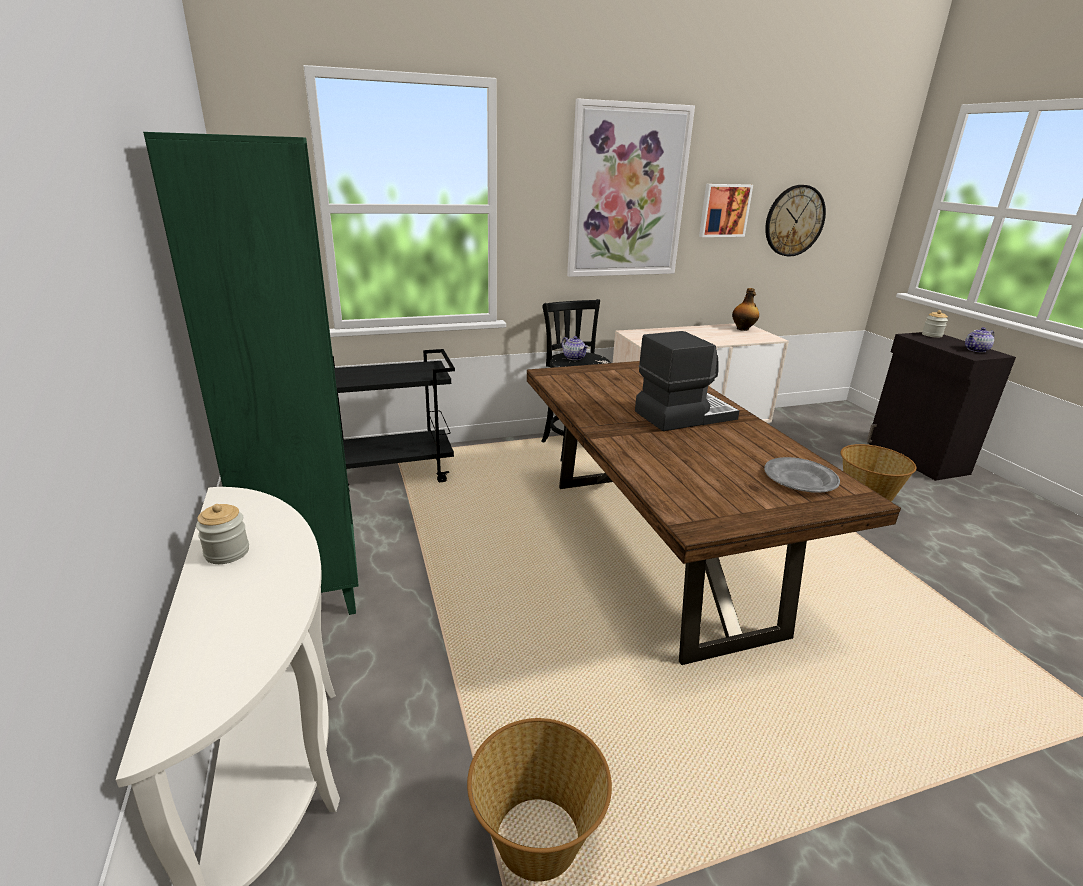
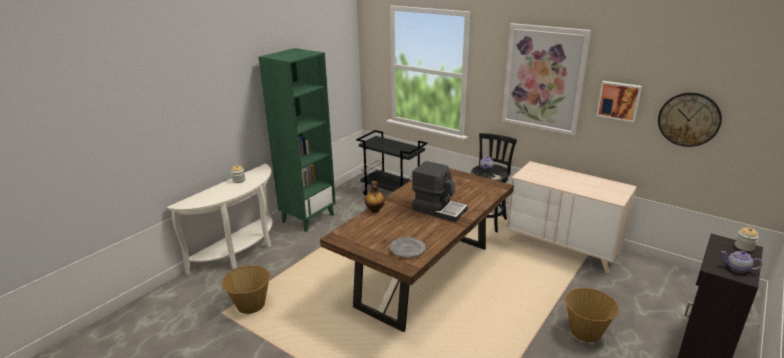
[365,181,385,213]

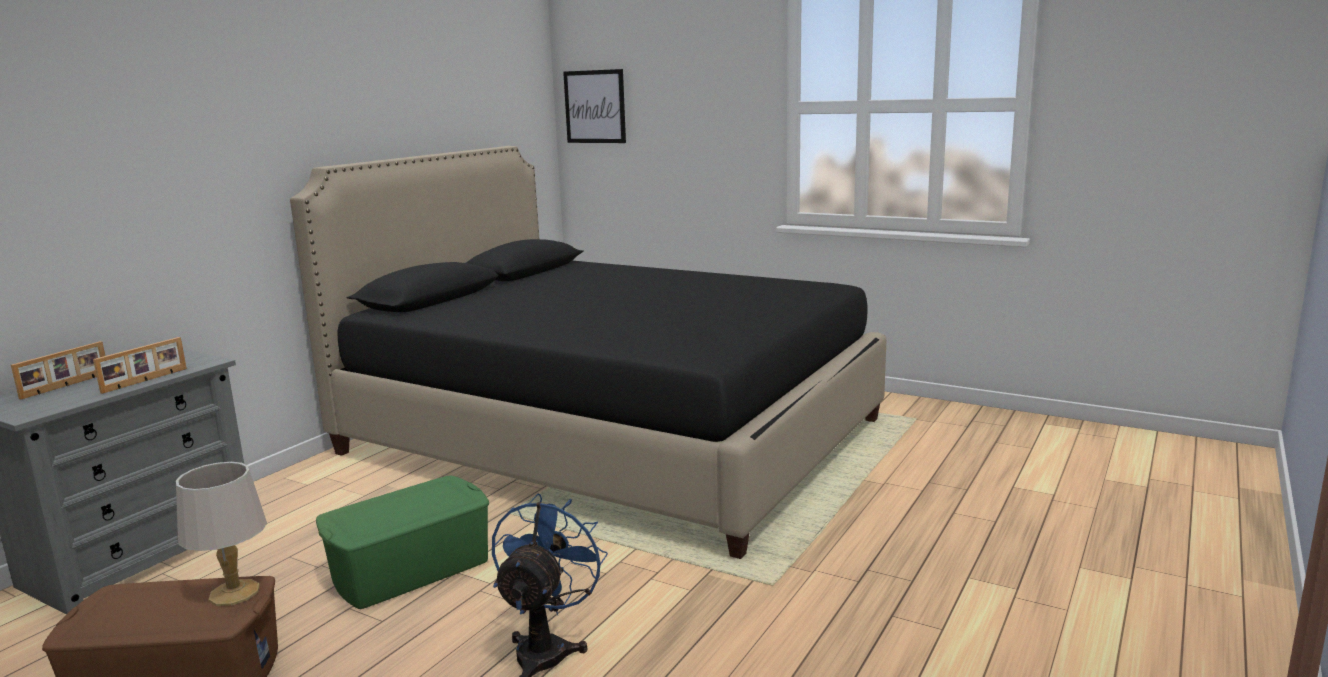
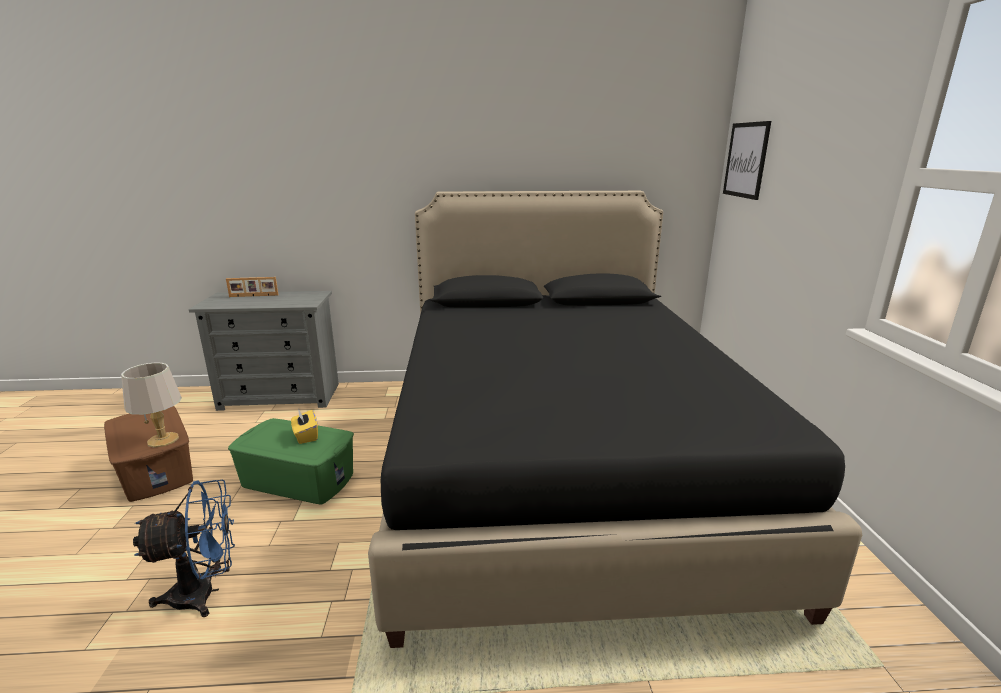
[93,337,187,394] (first image)
[291,408,318,444]

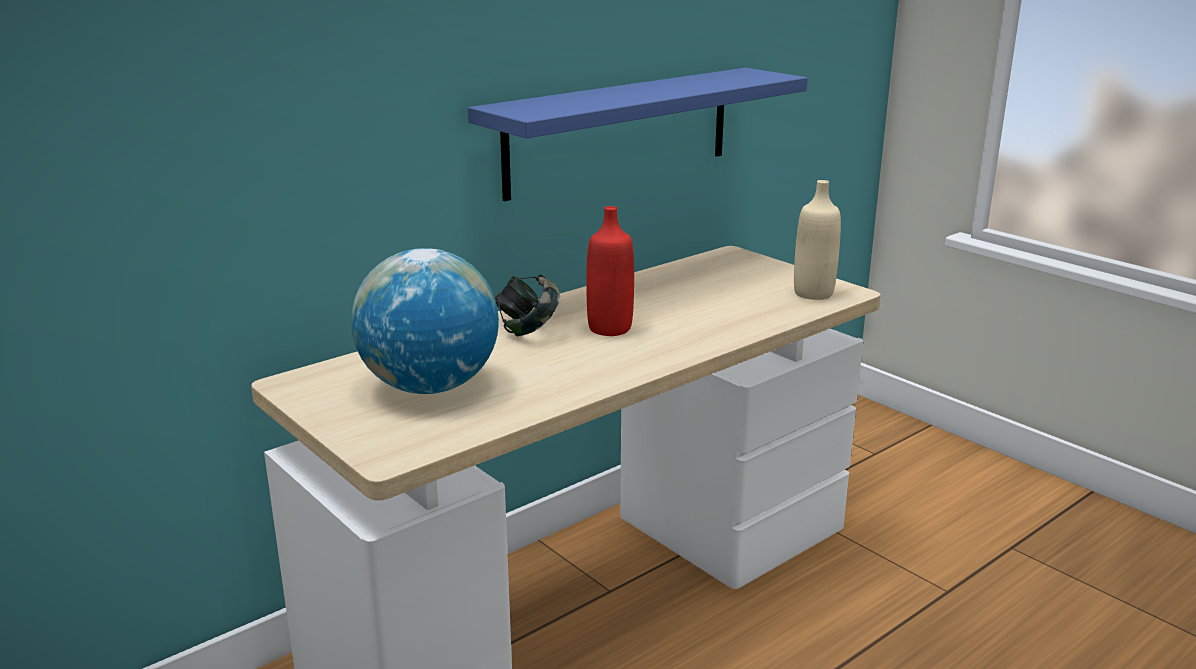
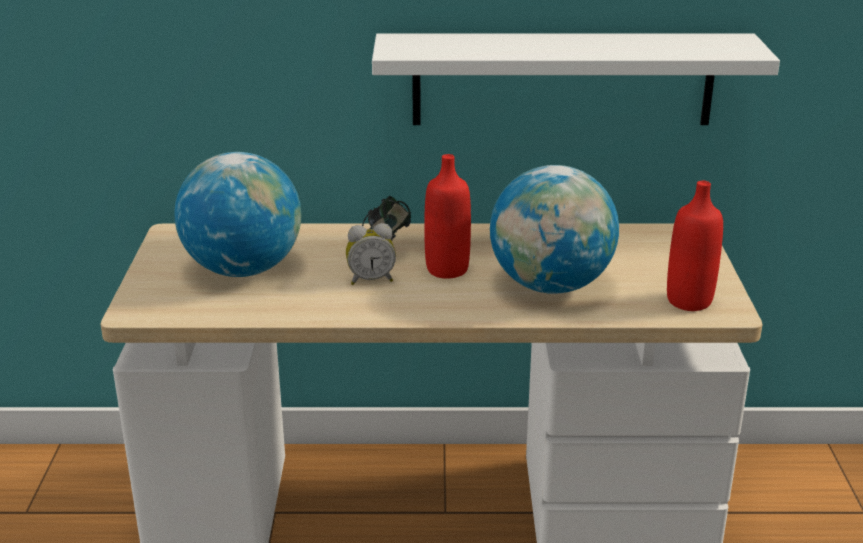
[372,33,780,125]
[667,181,723,311]
[346,223,396,285]
[490,165,619,294]

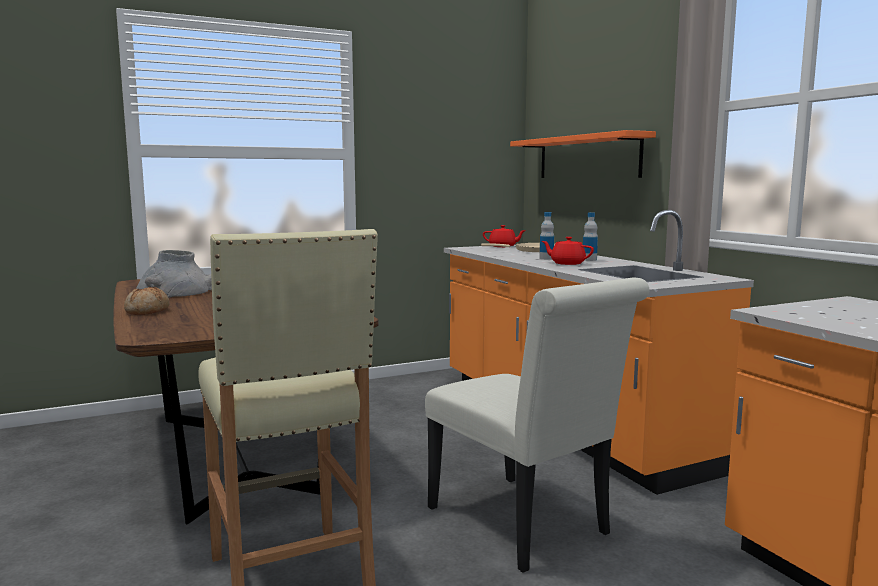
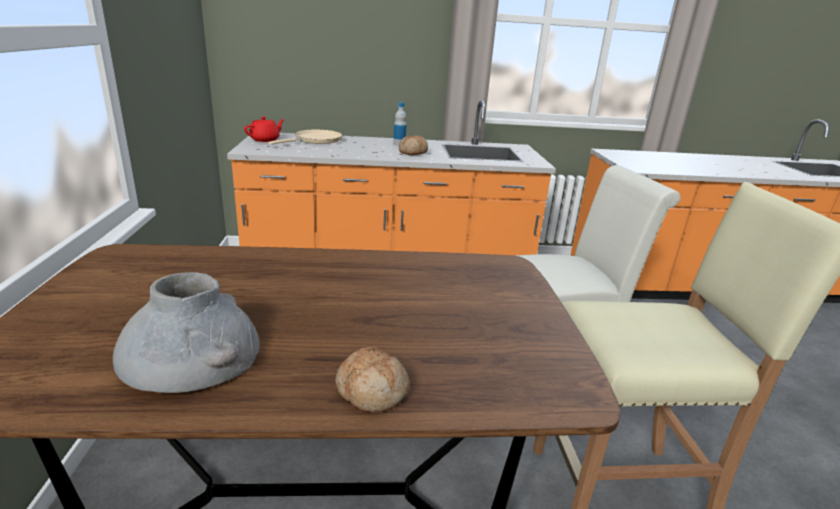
[510,130,656,178] (first image)
[539,212,554,260] (first image)
[399,135,428,155]

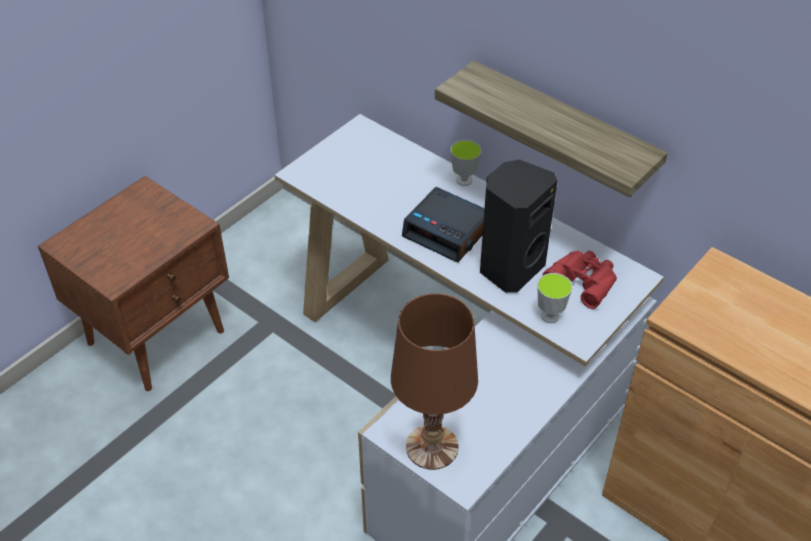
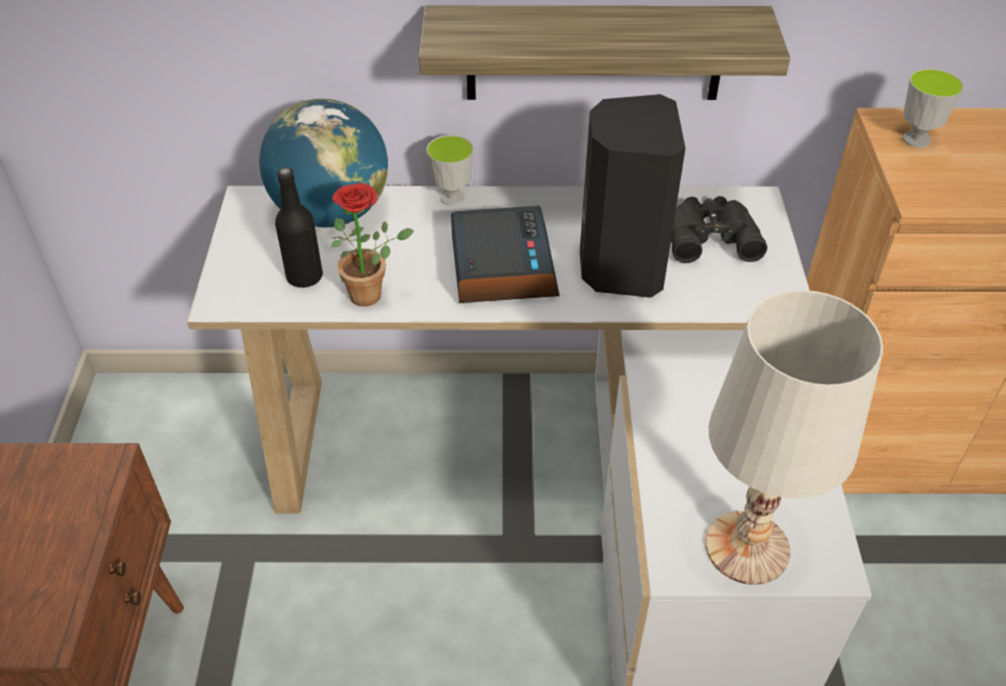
[706,290,883,585]
[451,206,560,303]
[903,68,964,148]
[671,196,767,263]
[259,99,388,228]
[275,167,323,288]
[331,183,414,306]

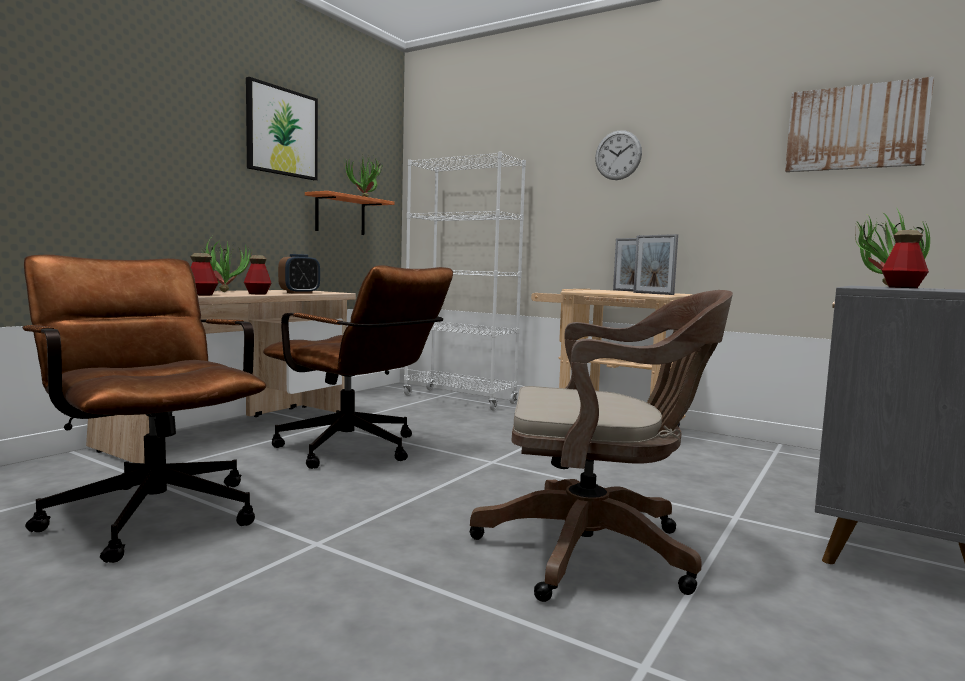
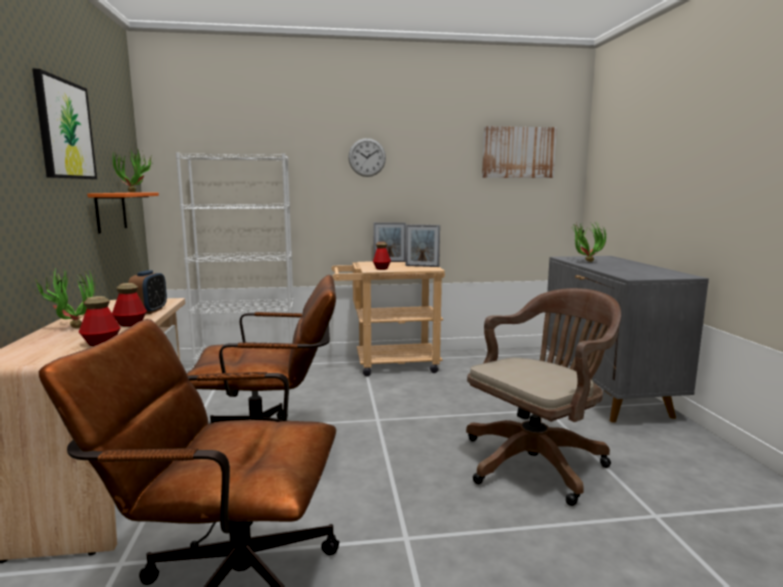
[373,242,391,270]

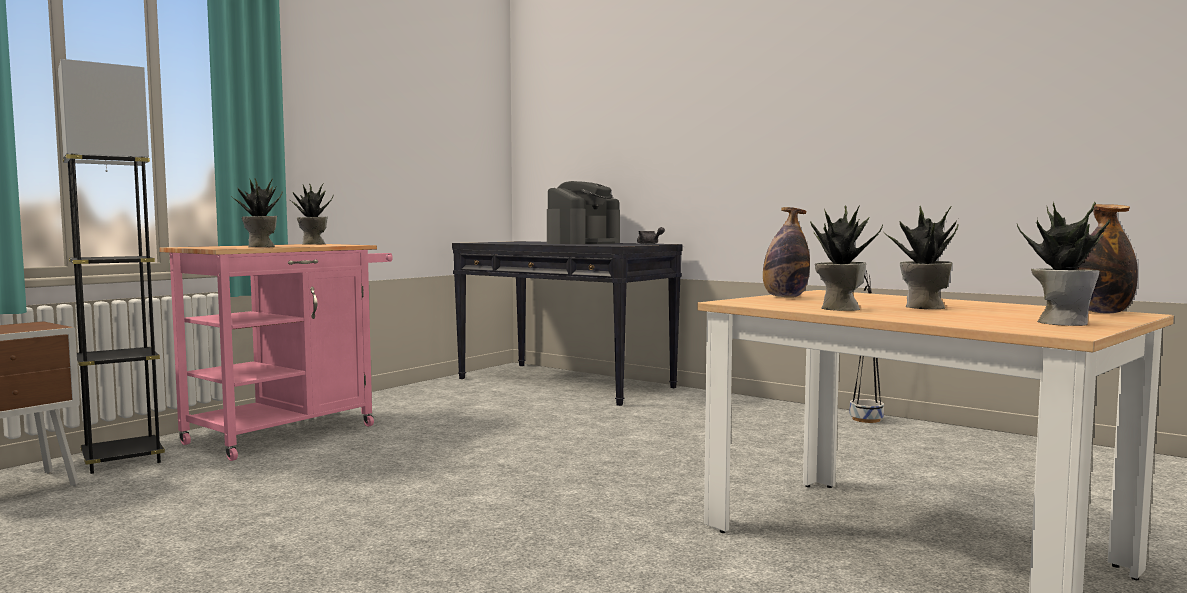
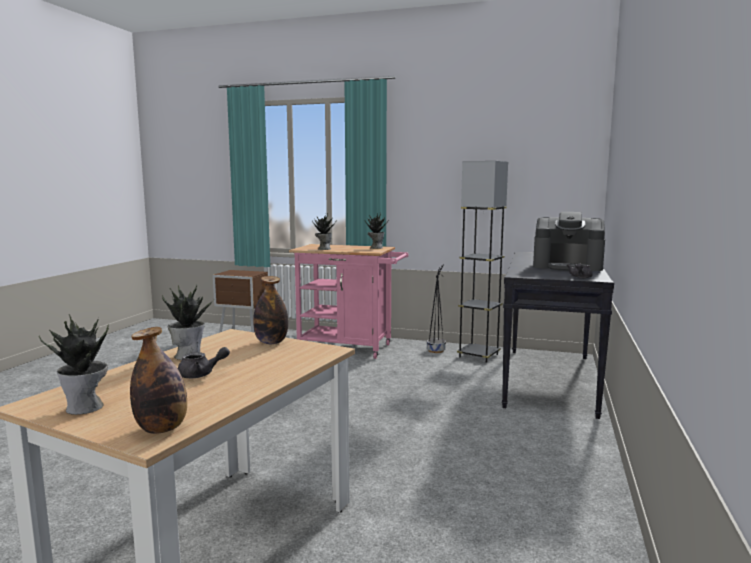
[457,161,508,363]
[427,265,446,353]
[178,347,230,378]

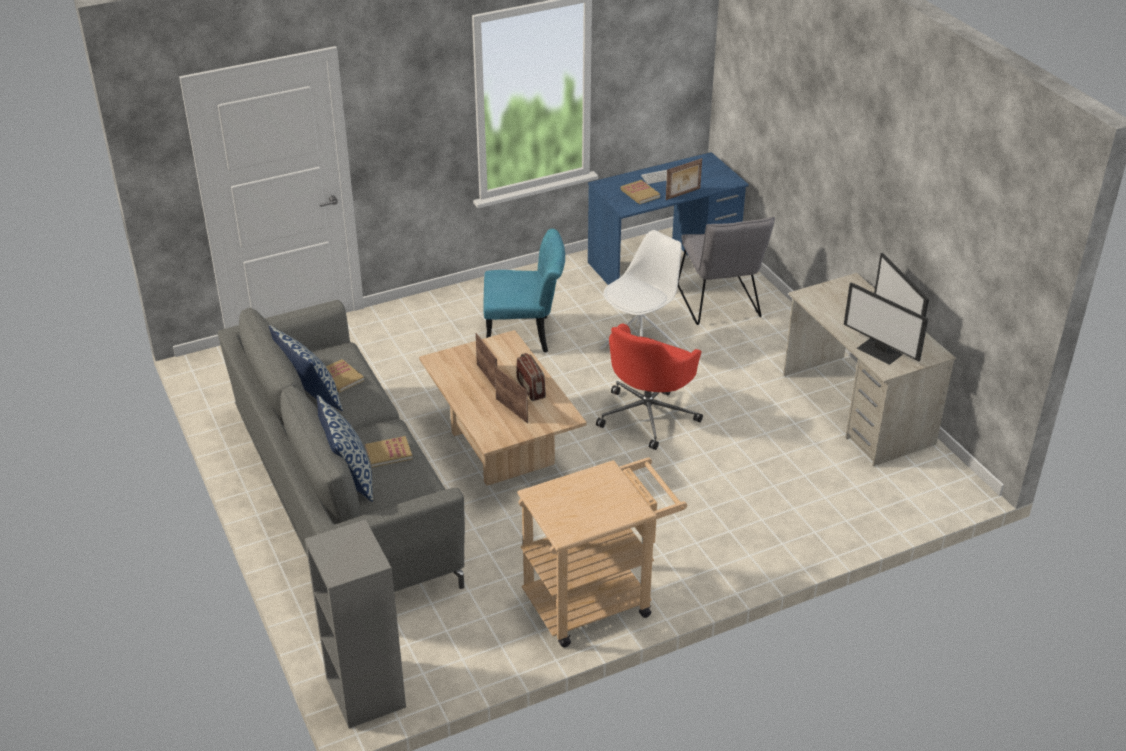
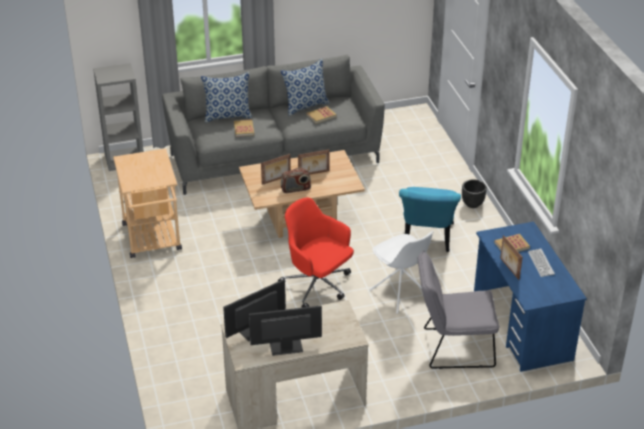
[462,179,487,208]

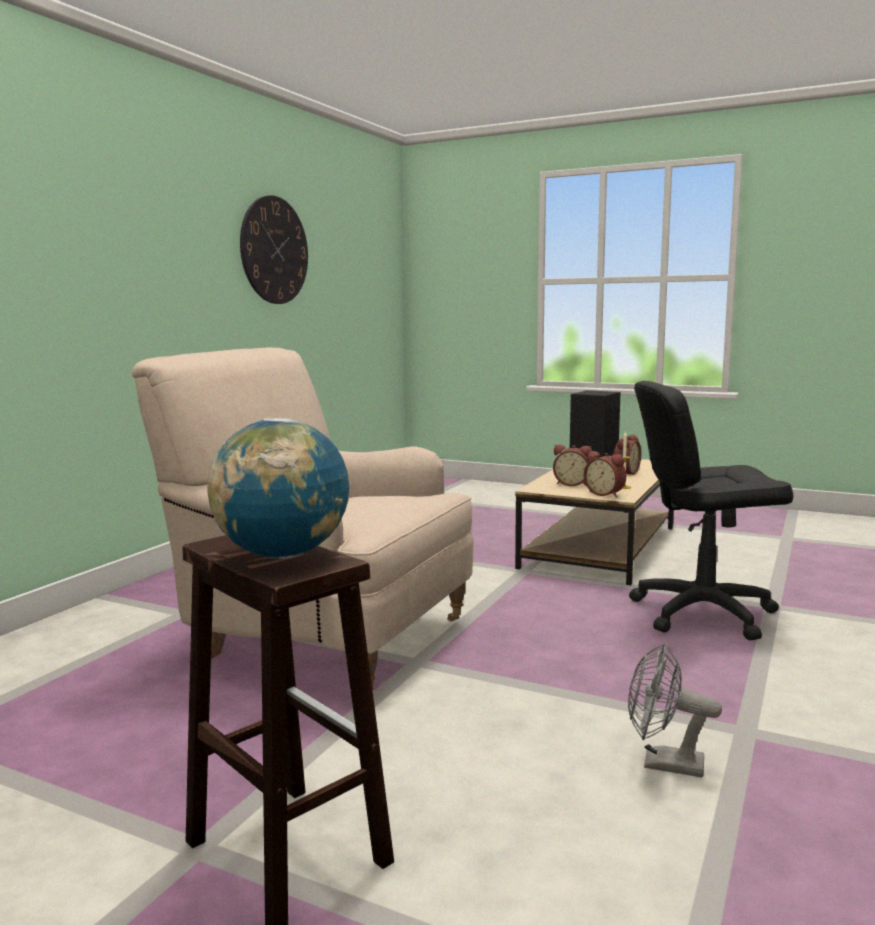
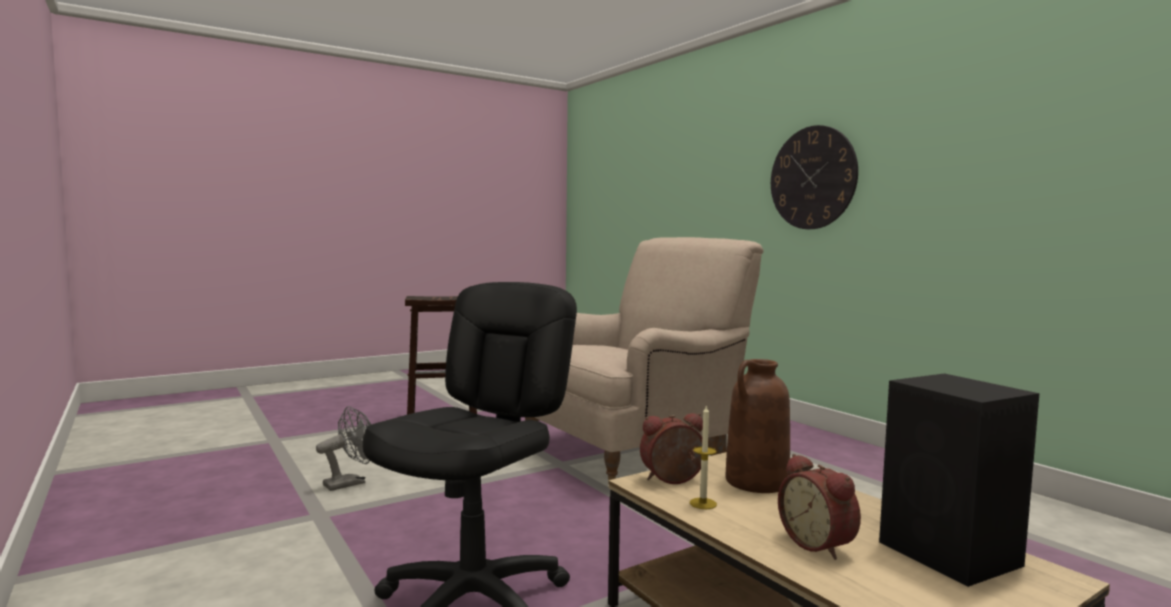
[207,418,349,559] (first image)
[771,125,858,229]
[726,359,790,493]

